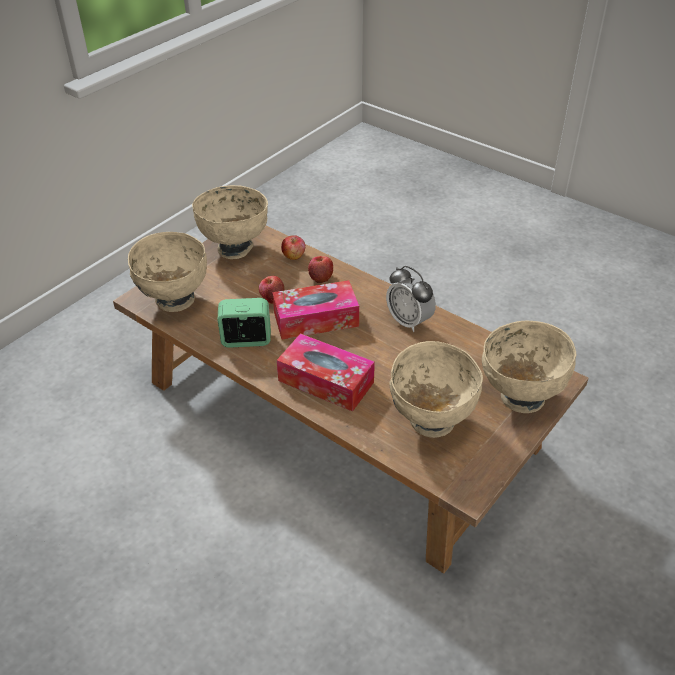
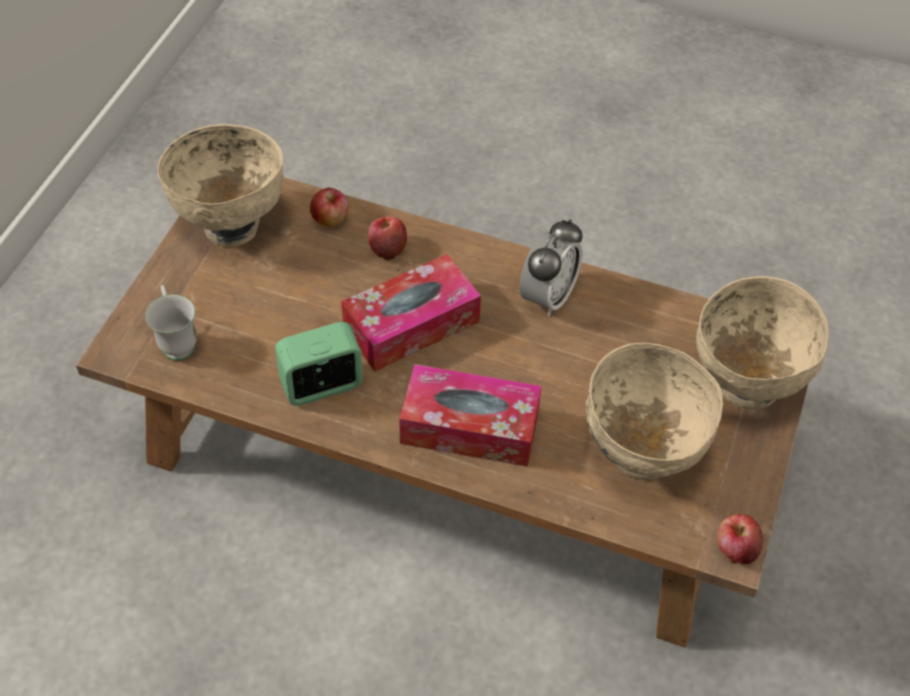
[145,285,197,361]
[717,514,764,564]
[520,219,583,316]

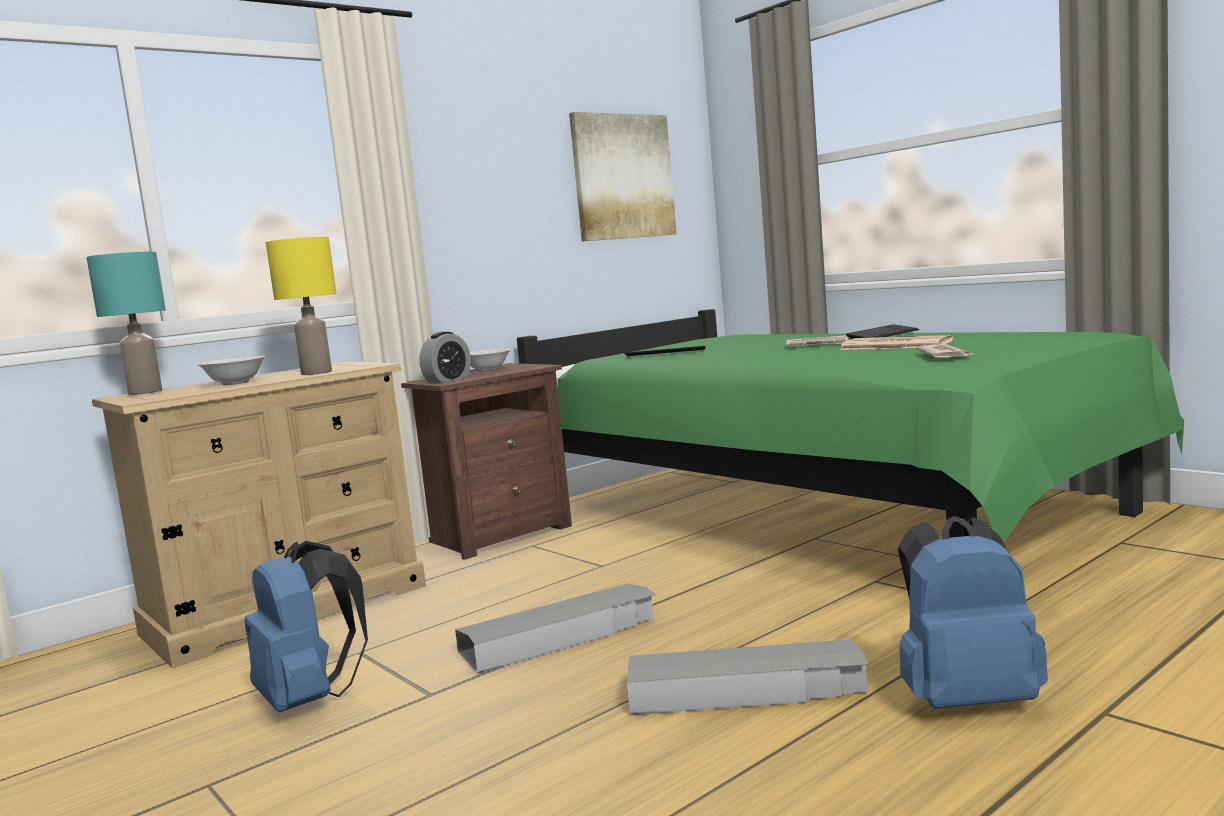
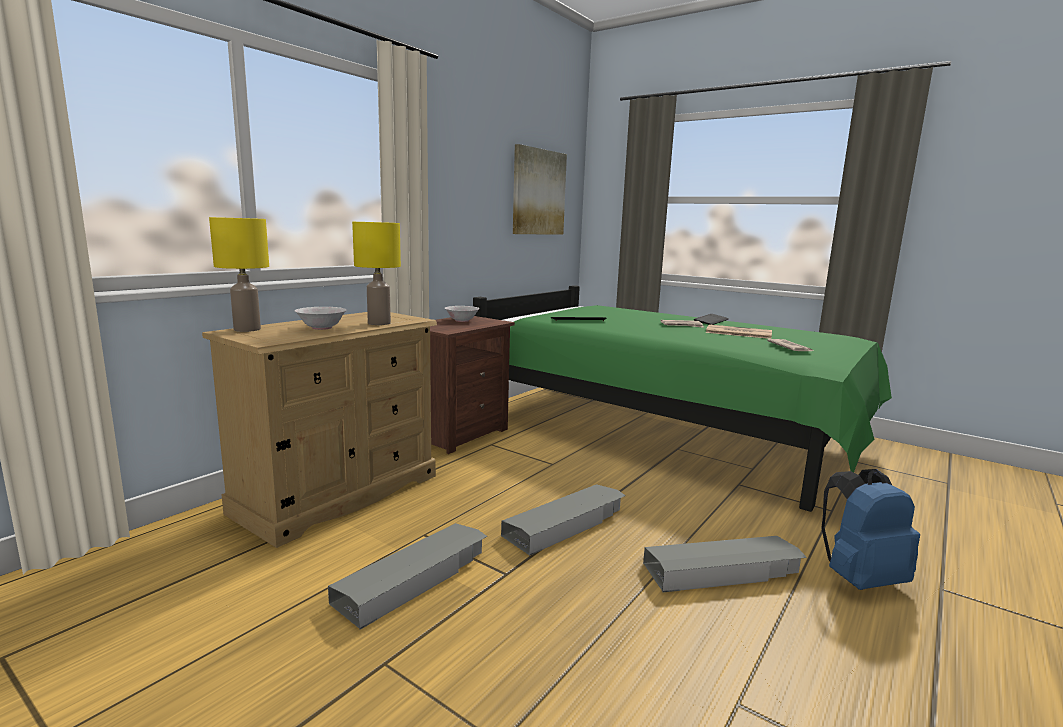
[209,217,269,332]
[328,523,487,630]
[419,332,471,383] (first image)

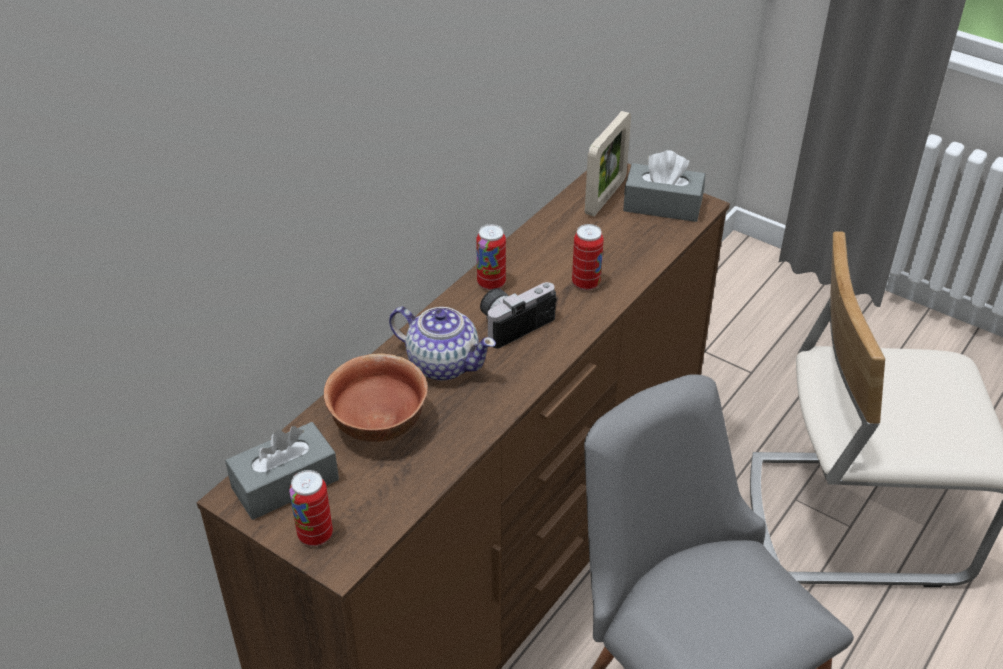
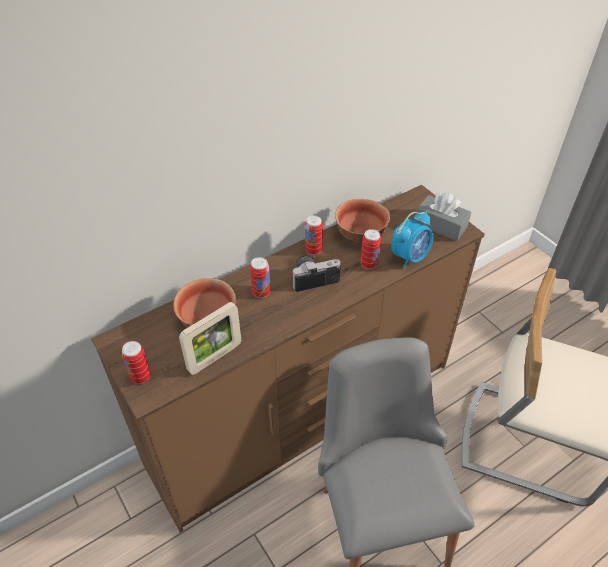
[225,422,339,520] (first image)
[250,257,271,298]
[179,302,241,375]
[335,199,390,242]
[391,211,433,269]

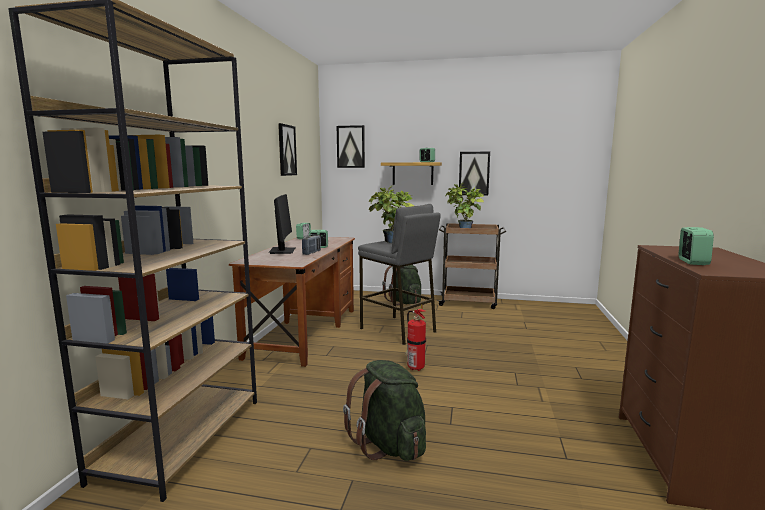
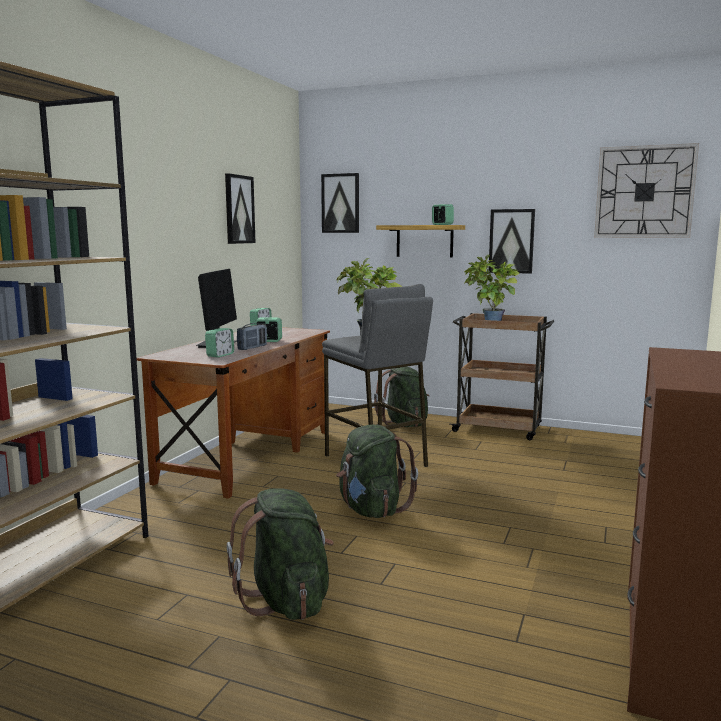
[336,425,418,518]
[205,328,234,358]
[594,143,699,238]

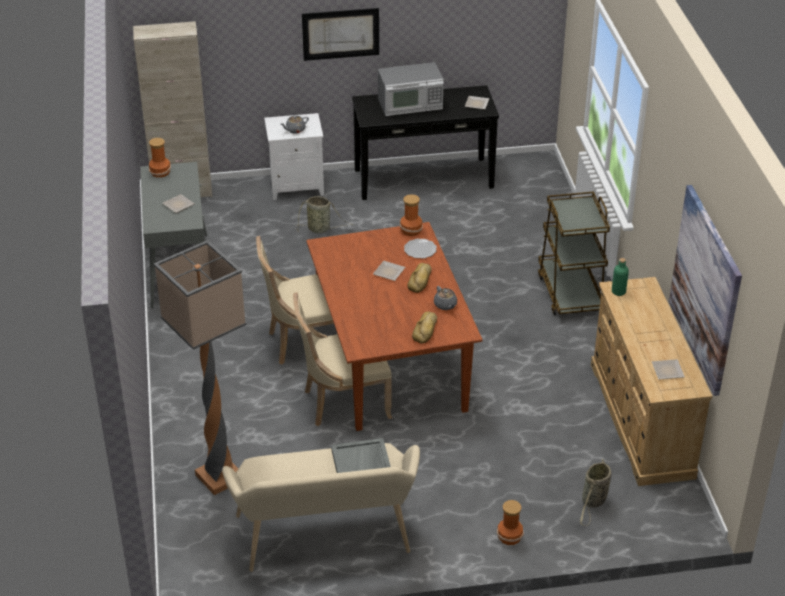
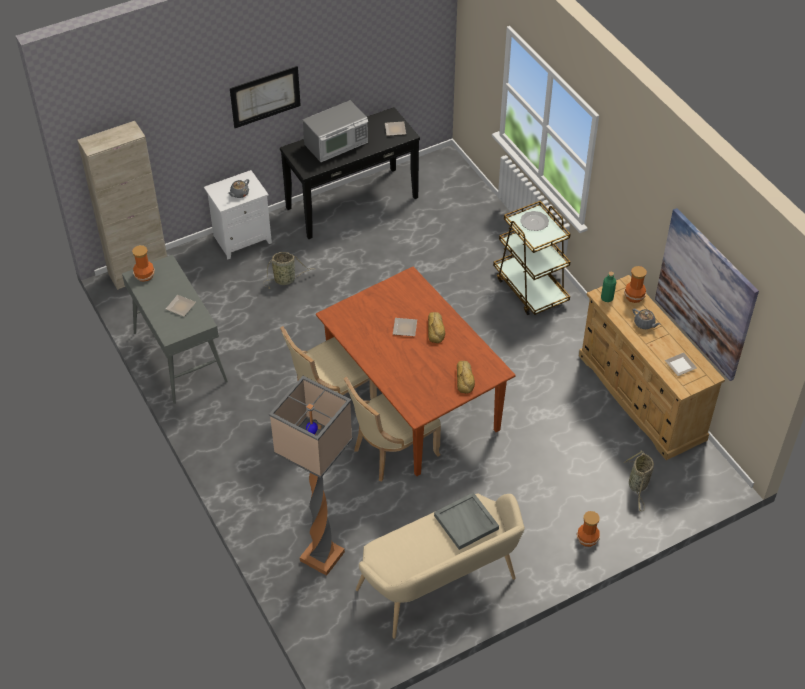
[624,266,647,303]
[520,211,549,231]
[633,308,661,329]

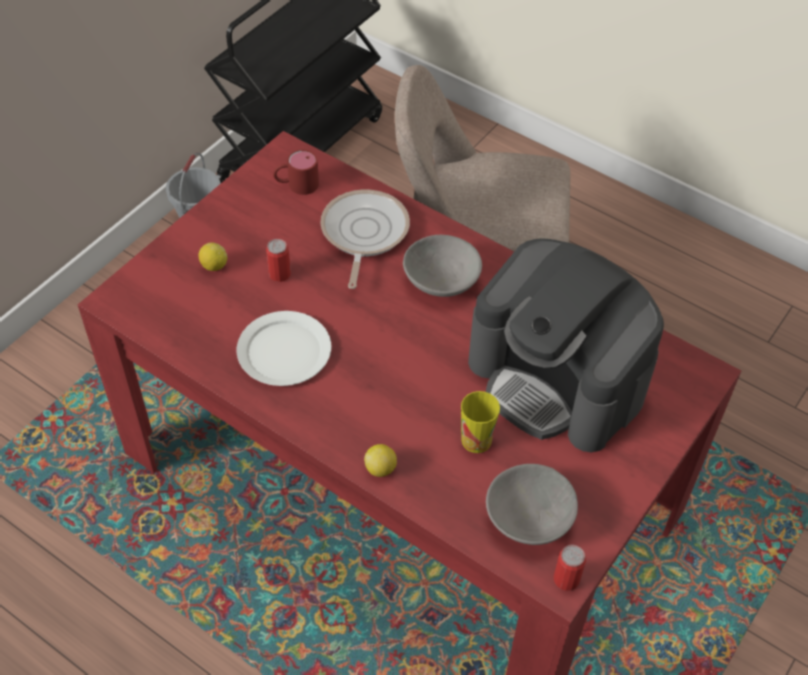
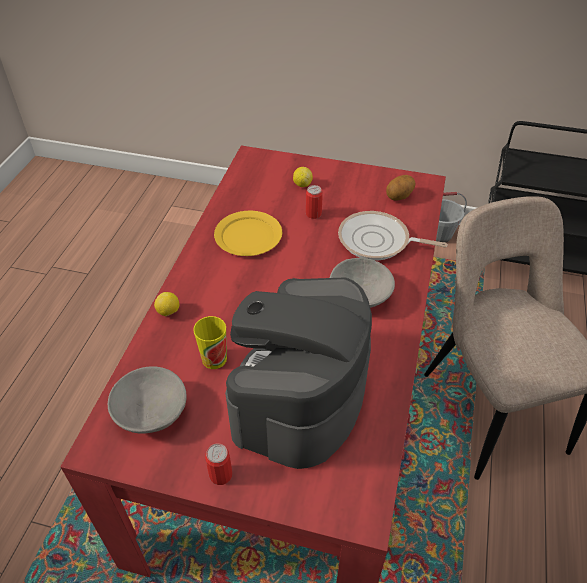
[214,211,282,256]
[386,175,416,201]
[338,211,447,260]
[205,443,232,485]

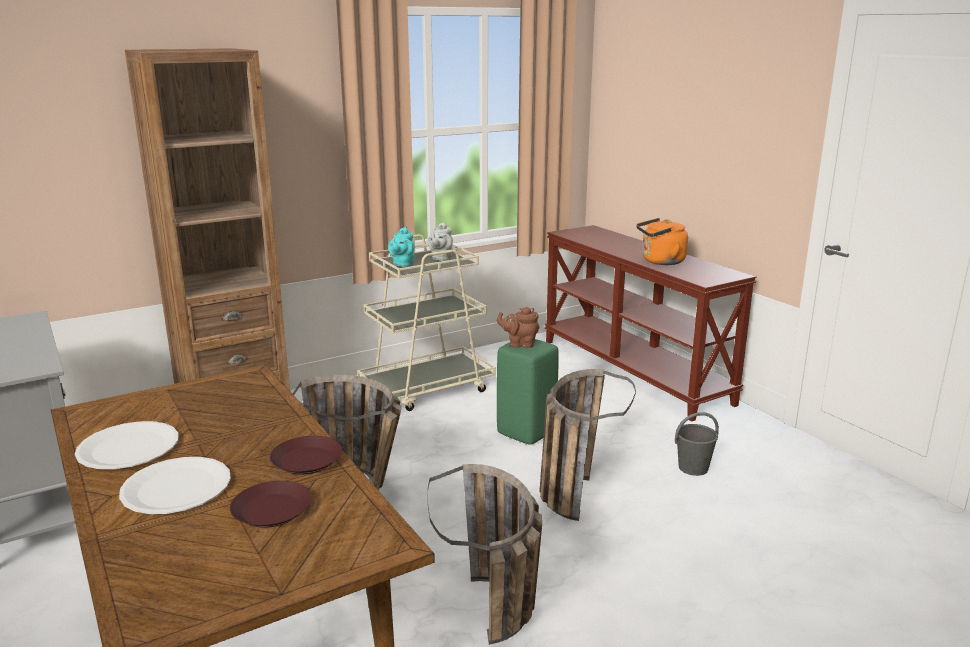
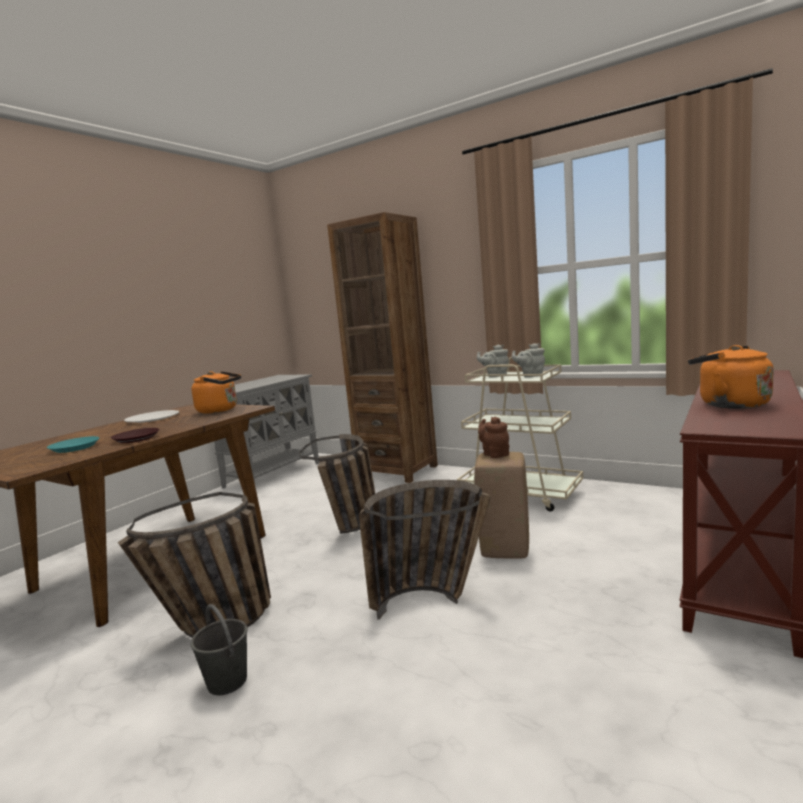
[119,457,231,514] (first image)
[47,436,99,453]
[477,345,509,378]
[475,452,529,559]
[190,604,248,695]
[191,371,241,413]

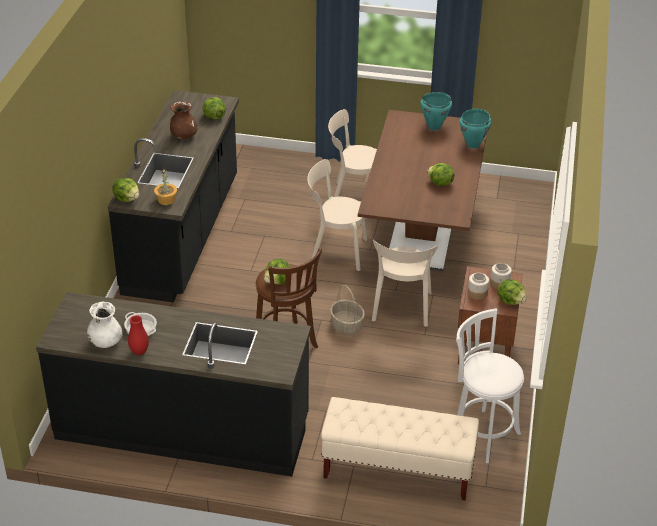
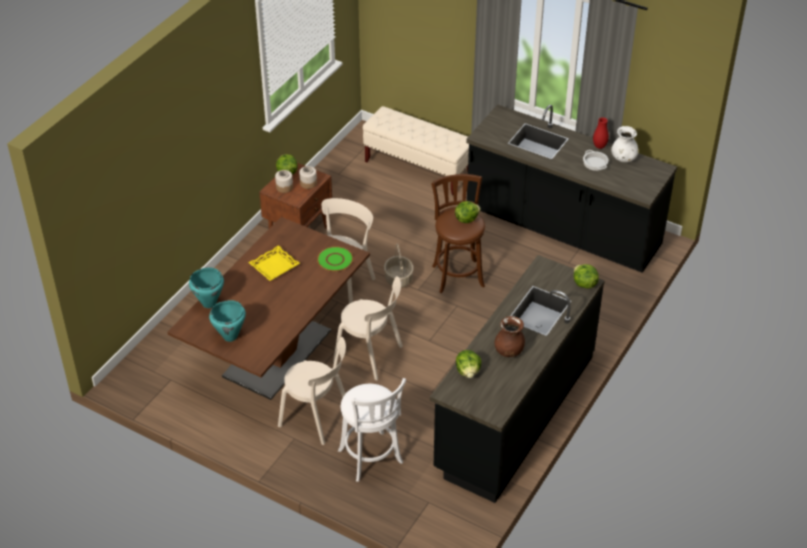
[154,168,177,205] (first image)
[248,245,300,281]
[338,378,406,482]
[317,246,353,271]

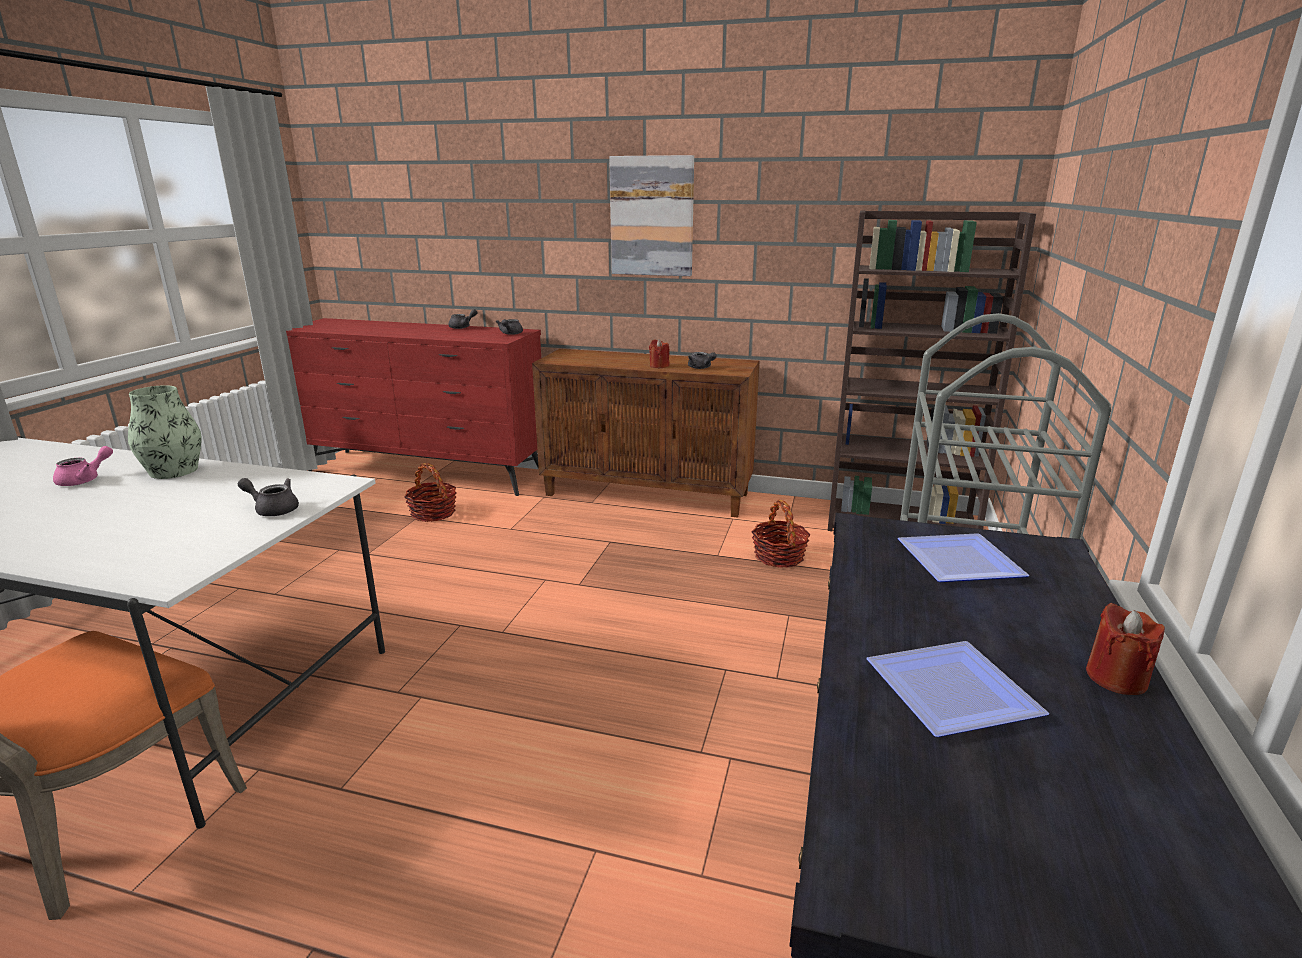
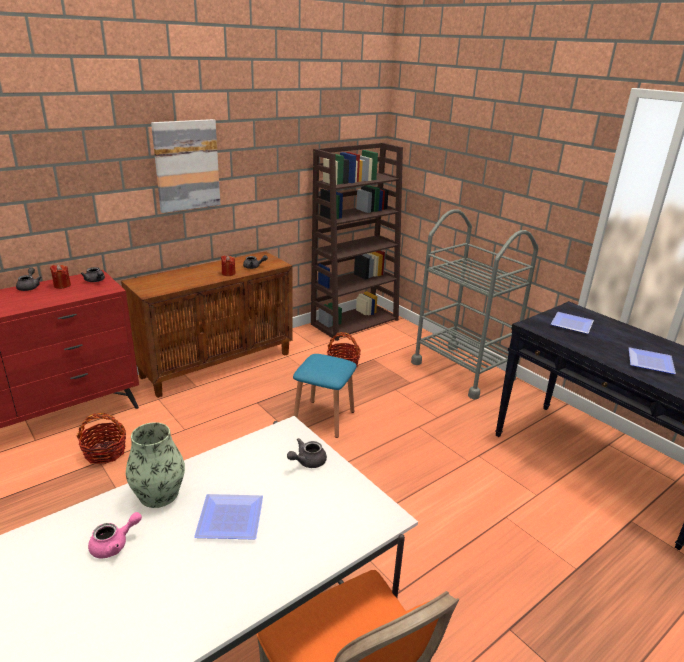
[88,512,142,558]
[50,264,71,289]
[194,494,263,540]
[293,354,357,438]

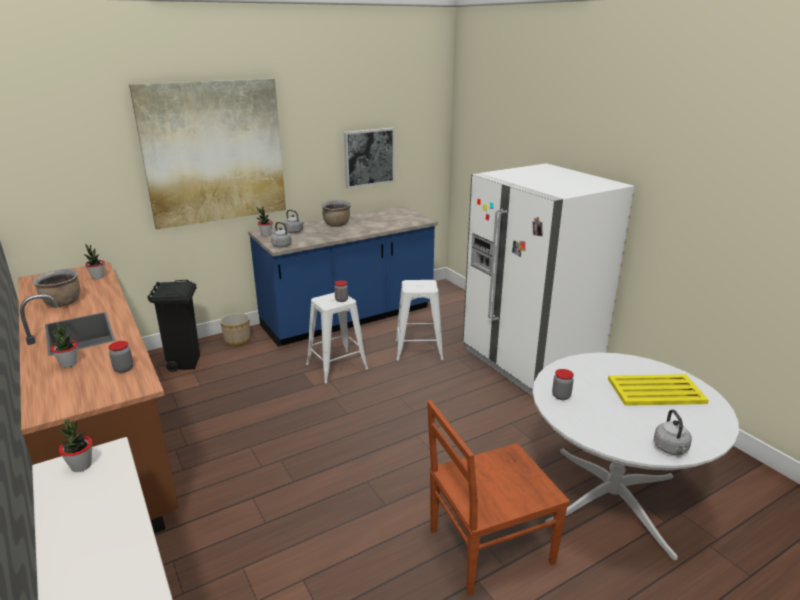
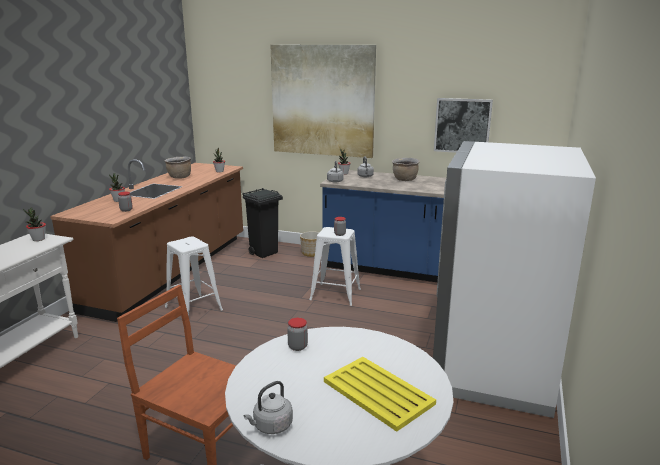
[165,237,223,316]

